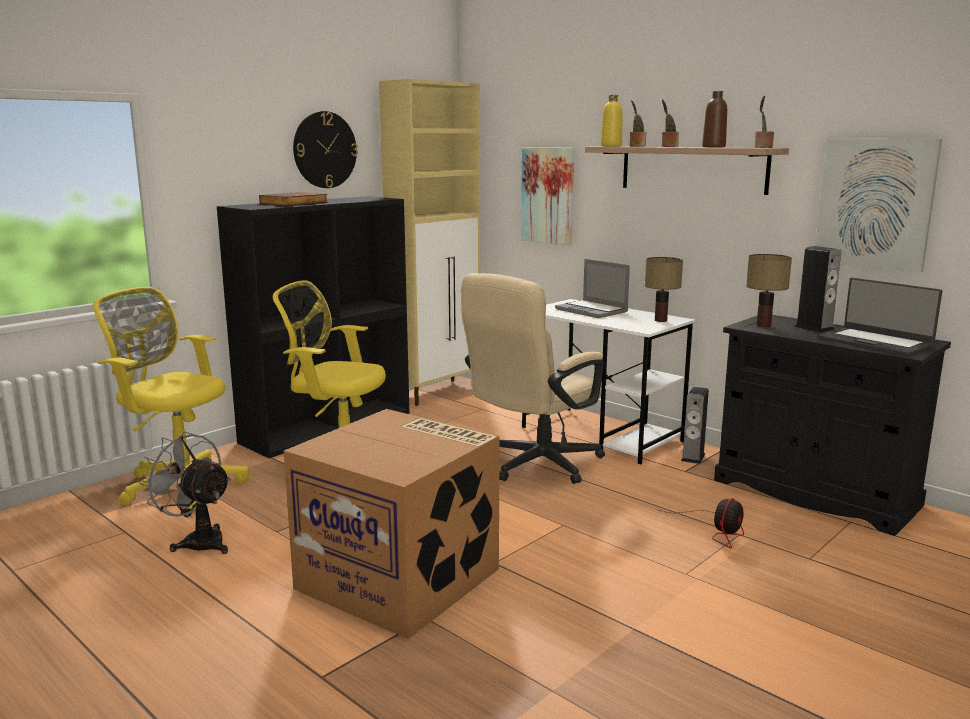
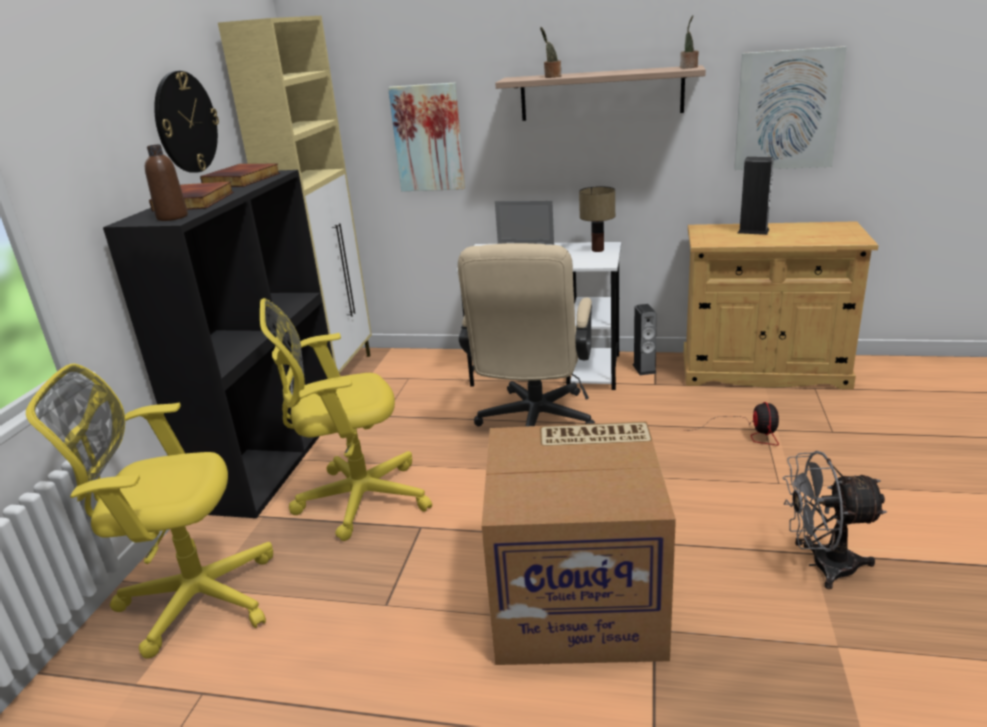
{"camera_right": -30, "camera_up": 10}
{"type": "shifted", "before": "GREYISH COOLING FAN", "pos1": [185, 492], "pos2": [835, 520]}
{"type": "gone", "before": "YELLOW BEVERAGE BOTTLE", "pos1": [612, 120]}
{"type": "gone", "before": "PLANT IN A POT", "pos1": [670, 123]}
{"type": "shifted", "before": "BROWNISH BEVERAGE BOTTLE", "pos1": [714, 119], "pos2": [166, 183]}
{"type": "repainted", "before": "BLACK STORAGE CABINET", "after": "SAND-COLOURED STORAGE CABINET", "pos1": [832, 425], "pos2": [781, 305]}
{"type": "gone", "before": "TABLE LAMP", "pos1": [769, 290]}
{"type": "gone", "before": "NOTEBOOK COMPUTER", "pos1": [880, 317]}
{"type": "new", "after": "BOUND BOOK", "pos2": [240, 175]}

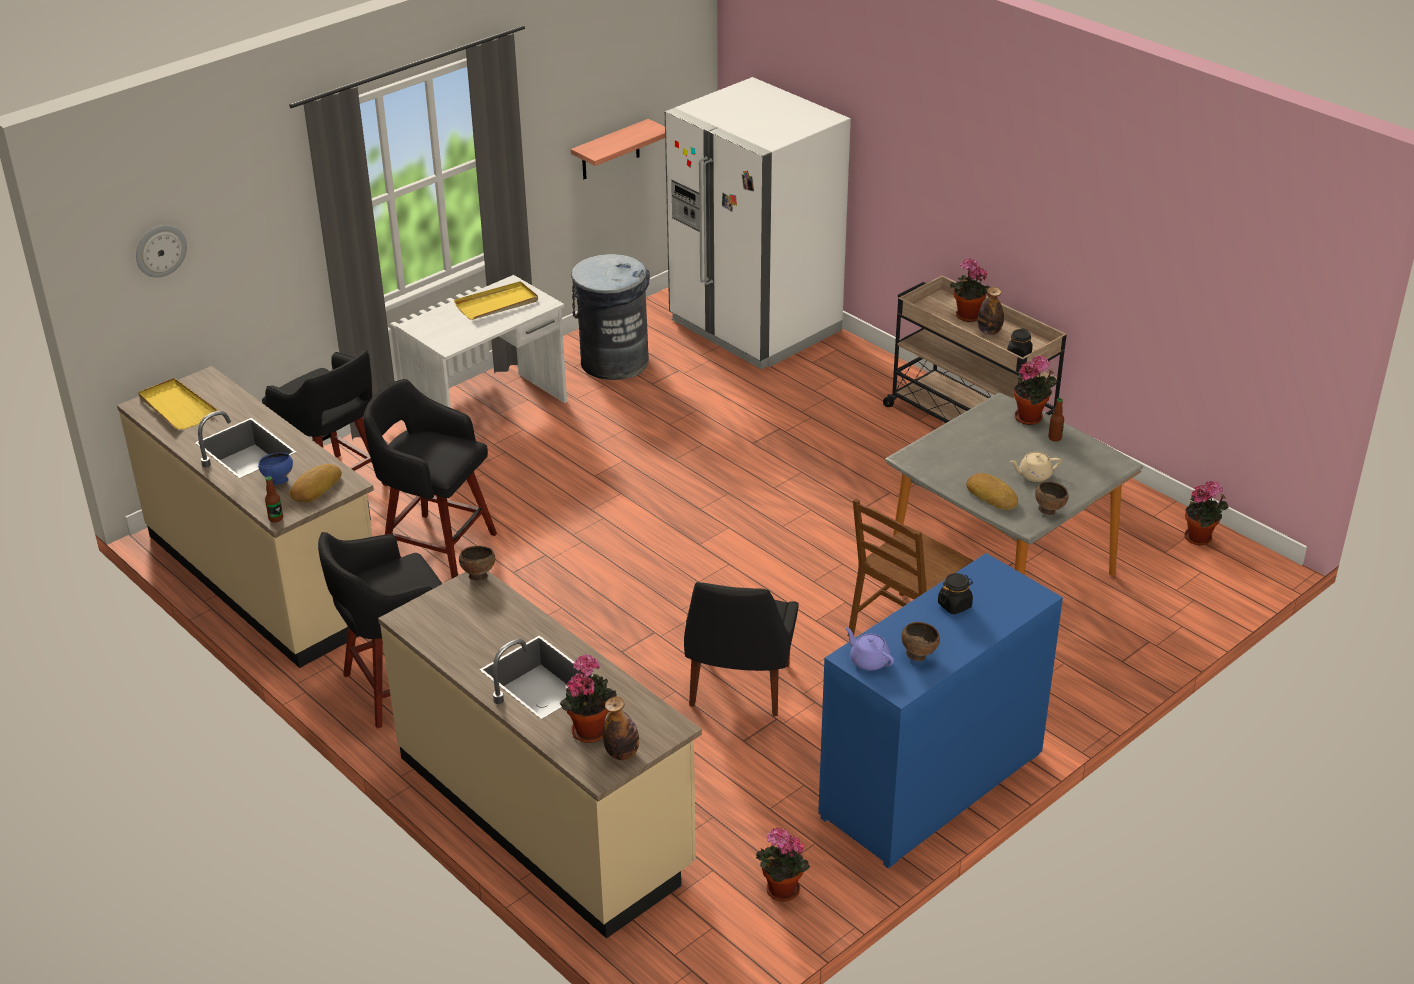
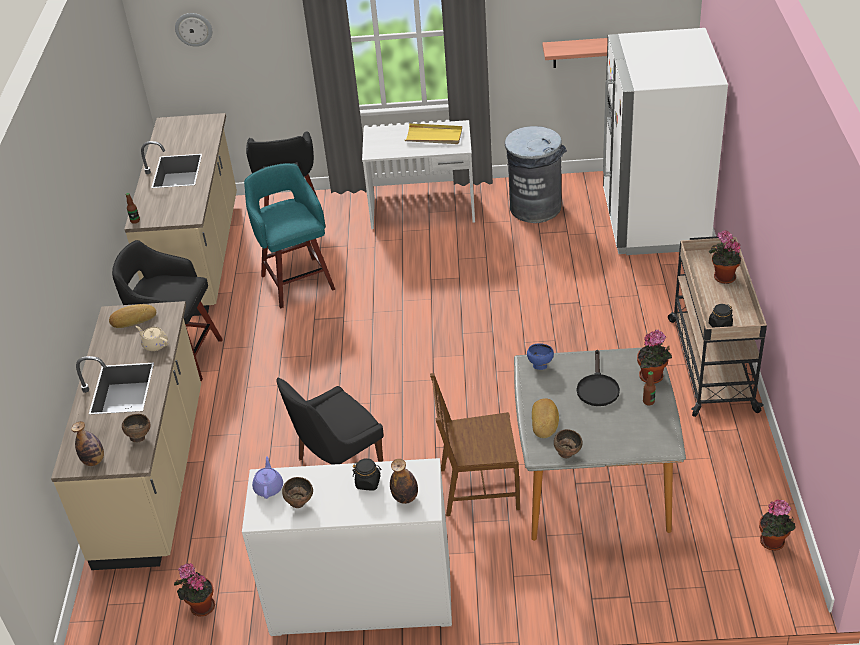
{"camera_right": 45, "camera_up": 5}
{"type": "gone", "before": "YELLOW TRAY", "pos1": [177, 403]}
{"type": "shifted", "before": "BLUE-COLOURED DEEP DISH", "pos1": [275, 468], "pos2": [540, 356]}
{"type": "shifted", "before": "BREAD", "pos1": [316, 483], "pos2": [132, 316]}
{"type": "repainted", "before": "BLACK SITTING STOOL", "after": "TURQUOISE-COLOURED SITTING STOOL", "pos1": [430, 479], "pos2": [289, 235]}
{"type": "shifted", "before": "BROWNISH DEEP DISH", "pos1": [477, 563], "pos2": [136, 428]}
{"type": "gone", "before": "PLANT IN A POT", "pos1": [588, 698]}
{"type": "repainted", "before": "BLUE-COLOURED CHEST OF DRAWERS", "after": "WHITE CHEST OF DRAWERS", "pos1": [941, 711], "pos2": [347, 547]}
{"type": "shifted", "before": "BEVERAGE BOTTLE", "pos1": [991, 311], "pos2": [404, 481]}
{"type": "shifted", "before": "SAND-COLOURED TEA POT", "pos1": [1035, 467], "pos2": [151, 338]}
{"type": "new", "after": "BLACK FRYING PAN", "pos2": [598, 378]}

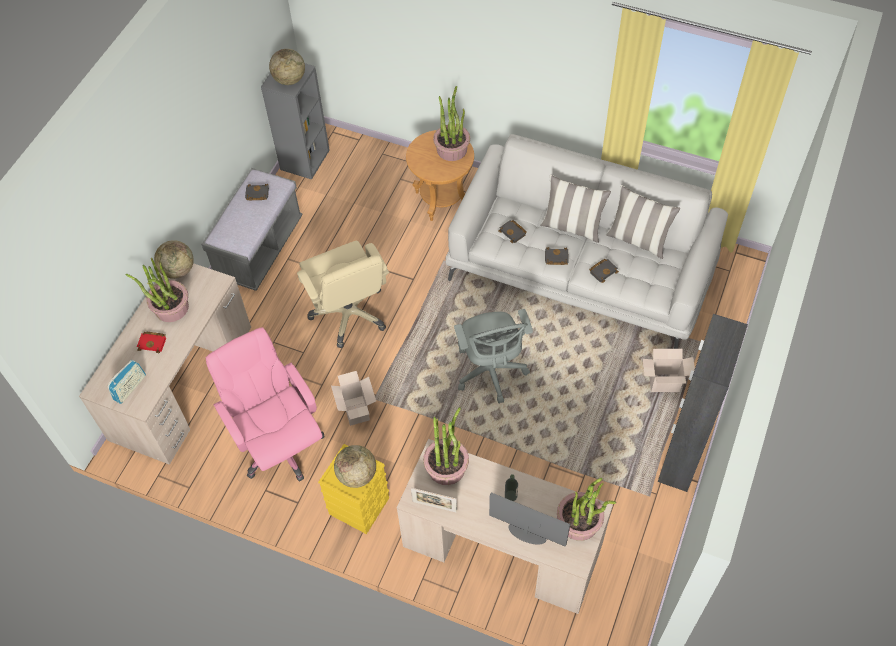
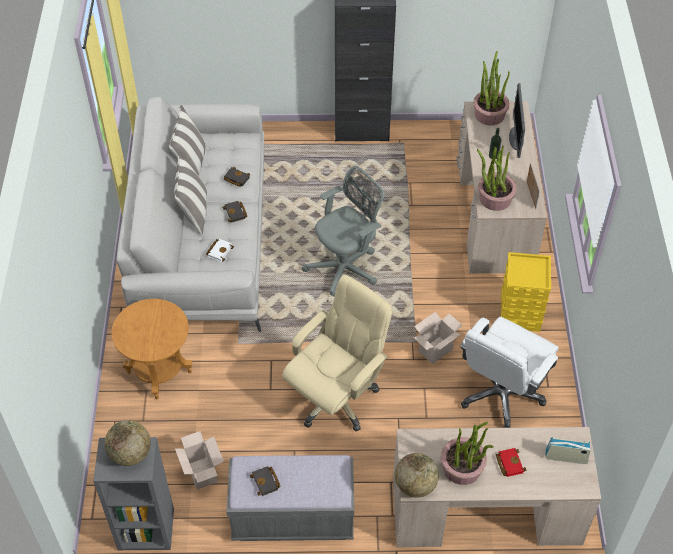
{"camera_right": -115, "camera_up": -5}
{"type": "repainted", "before": "PINKISH DESK CHAIR", "after": "WHITE DESK CHAIR", "pos1": [265, 404], "pos2": [509, 372]}
{"type": "gone", "before": "GLOBE", "pos1": [355, 466]}
{"type": "gone", "before": "PLANT IN A POT", "pos1": [451, 123]}
{"type": "repainted", "before": "BLACK BOUND BOOK", "after": "WHITE BOUND BOOK", "pos1": [512, 231], "pos2": [220, 250]}
{"type": "shifted", "before": "CARDBOARD BOX", "pos1": [669, 370], "pos2": [199, 460]}

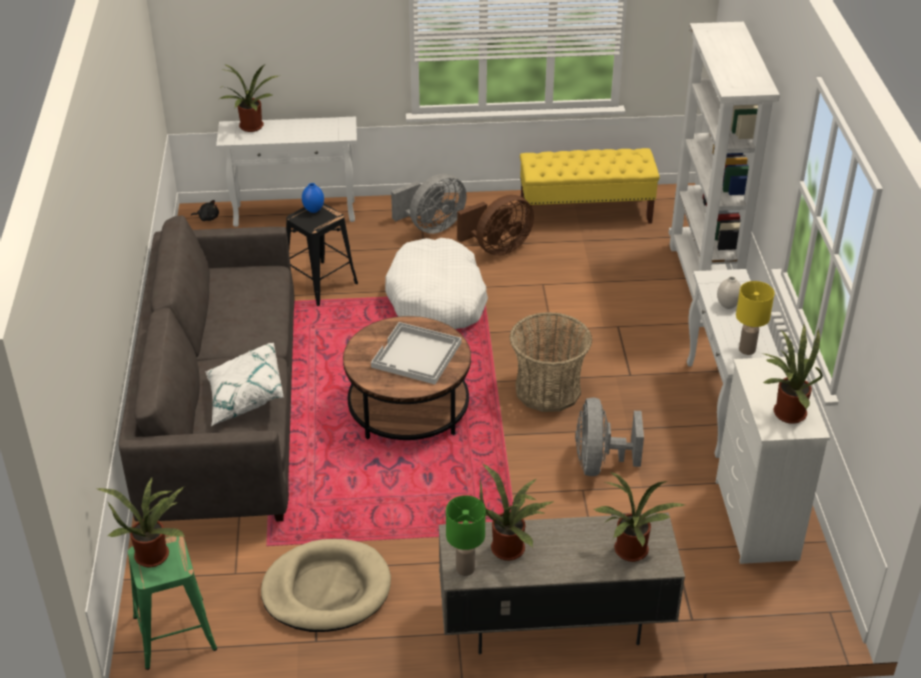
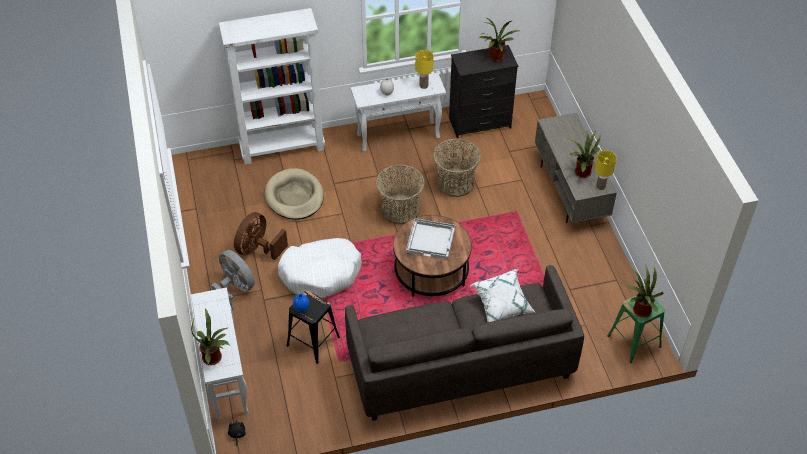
{"camera_right": -100, "camera_up": 10}
{"type": "shifted", "before": "SAND-COLOURED PET BED", "pos1": [326, 585], "pos2": [294, 194]}
{"type": "repainted", "before": "GREEN TABLE LAMP", "after": "YELLOW TABLE LAMP", "pos1": [466, 535], "pos2": [605, 170]}
{"type": "rotated", "before": "BROWNISH COOLING FAN", "pos1": [495, 225], "pos2": [261, 236], "turn": -105}
{"type": "gone", "before": "YELLOW INDOOR BENCH", "pos1": [590, 186]}
{"type": "swapped", "before": "GREYISH COOLING FAN", "after": "HOUSEHOLD BASKET", "pos1": [609, 437], "pos2": [457, 168]}
{"type": "gone", "before": "PLANT IN A POT", "pos1": [639, 517]}
{"type": "repainted", "before": "WHITE CHEST OF DRAWERS", "after": "BLACK CHEST OF DRAWERS", "pos1": [773, 460], "pos2": [483, 91]}

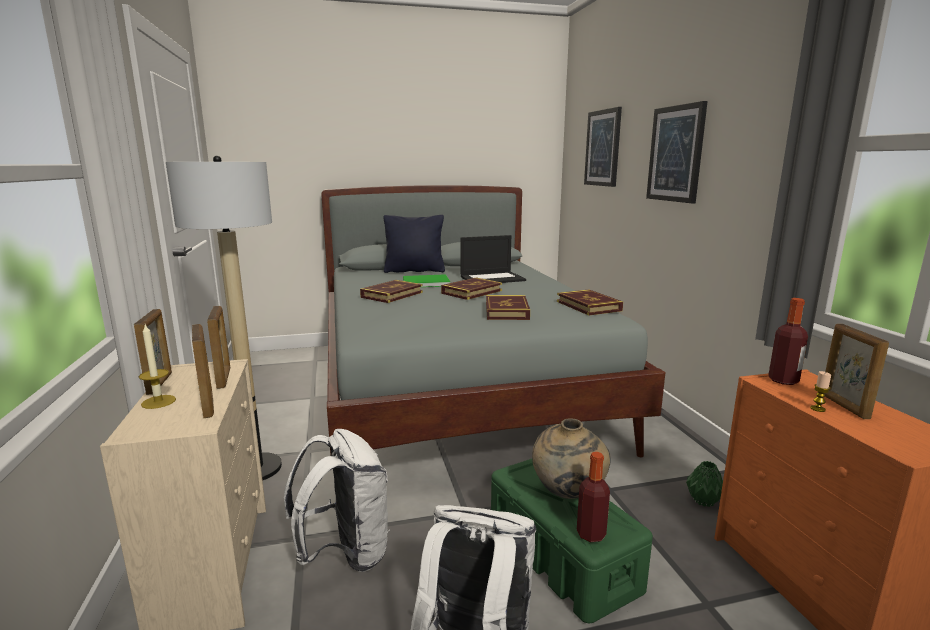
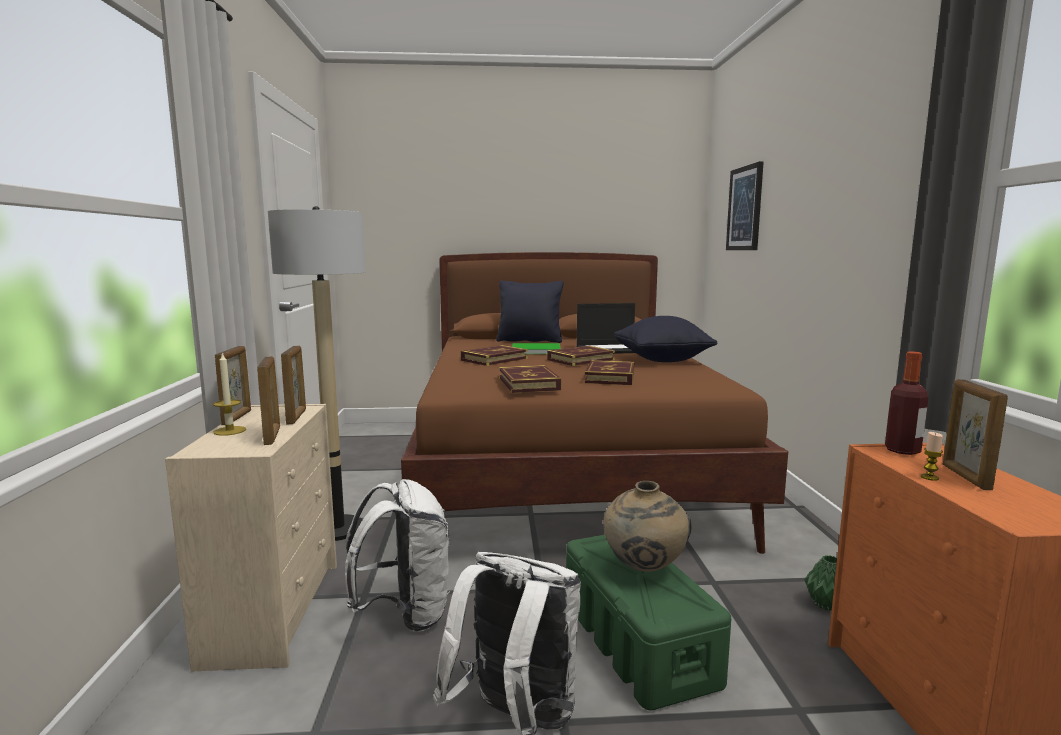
{"camera_right": 10, "camera_up": -5}
{"type": "repainted", "before": "GREYISH SLEEPING BED", "after": "BROWNISH SLEEPING BED", "pos1": [493, 321], "pos2": [594, 403]}
{"type": "shifted", "before": "BOUND BOOK", "pos1": [590, 302], "pos2": [530, 379]}
{"type": "gone", "before": "BEVERAGE BOTTLE", "pos1": [593, 497]}
{"type": "gone", "before": "PICTURE", "pos1": [677, 152]}
{"type": "new", "after": "BLACK THROW PILLOW", "pos2": [665, 339]}

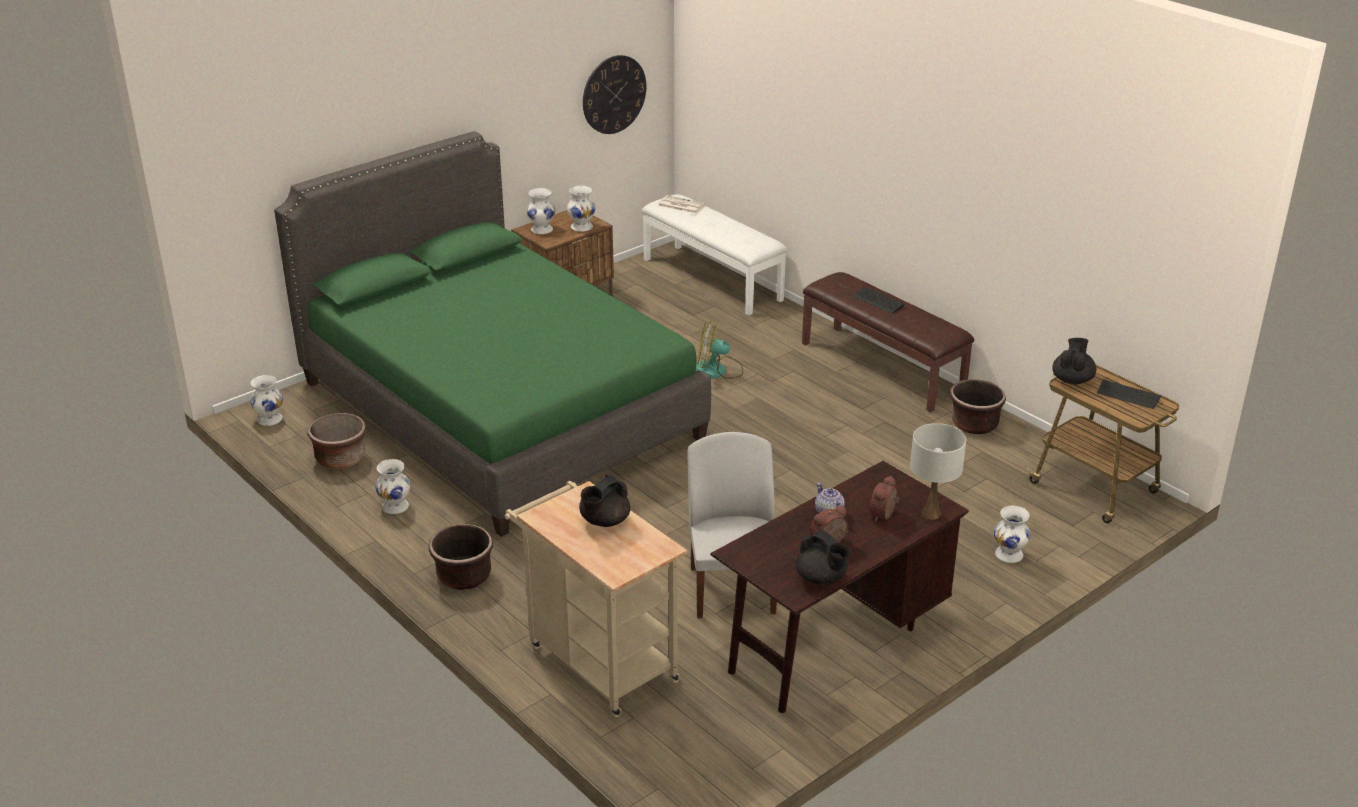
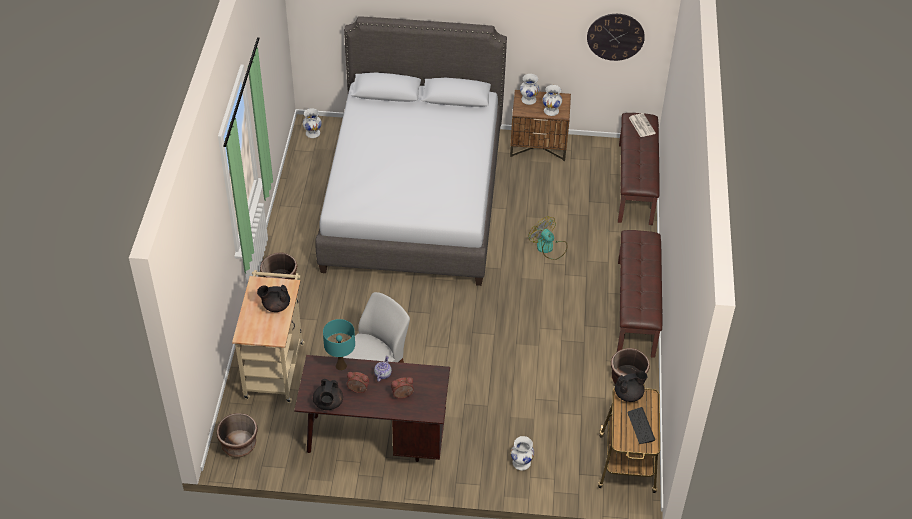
{"camera_right": 45, "camera_up": 15}
{"type": "repainted", "before": "GREEN SLEEPING BED", "after": "GREYISH SLEEPING BED", "pos1": [492, 334], "pos2": [411, 151]}
{"type": "shifted", "before": "BROWNISH PLANT POT", "pos1": [337, 441], "pos2": [237, 435]}
{"type": "gone", "before": "WHITE DECORATIVE VASE", "pos1": [392, 486]}
{"type": "repainted", "before": "WHITE INDOOR BENCH", "after": "BROWNISH INDOOR BENCH", "pos1": [715, 255], "pos2": [639, 169]}
{"type": "gone", "before": "PC KEYBOARD", "pos1": [878, 300]}
{"type": "gone", "before": "WHITE TABLE LAMP", "pos1": [938, 471]}
{"type": "new", "after": "TURQUOISE-COLOURED TABLE LAMP", "pos2": [339, 345]}

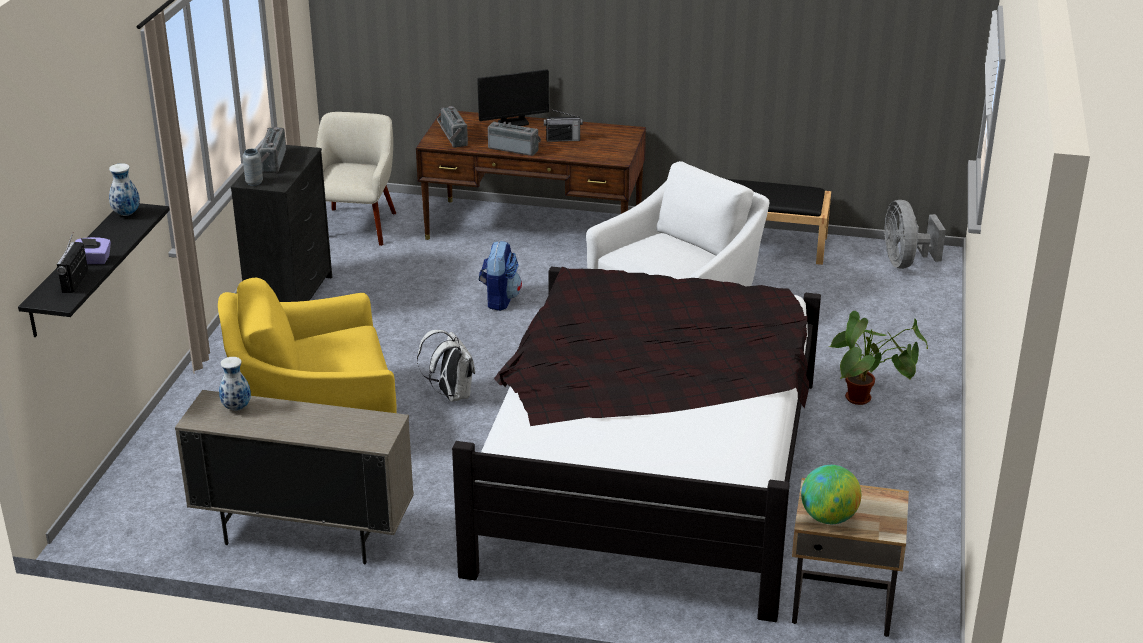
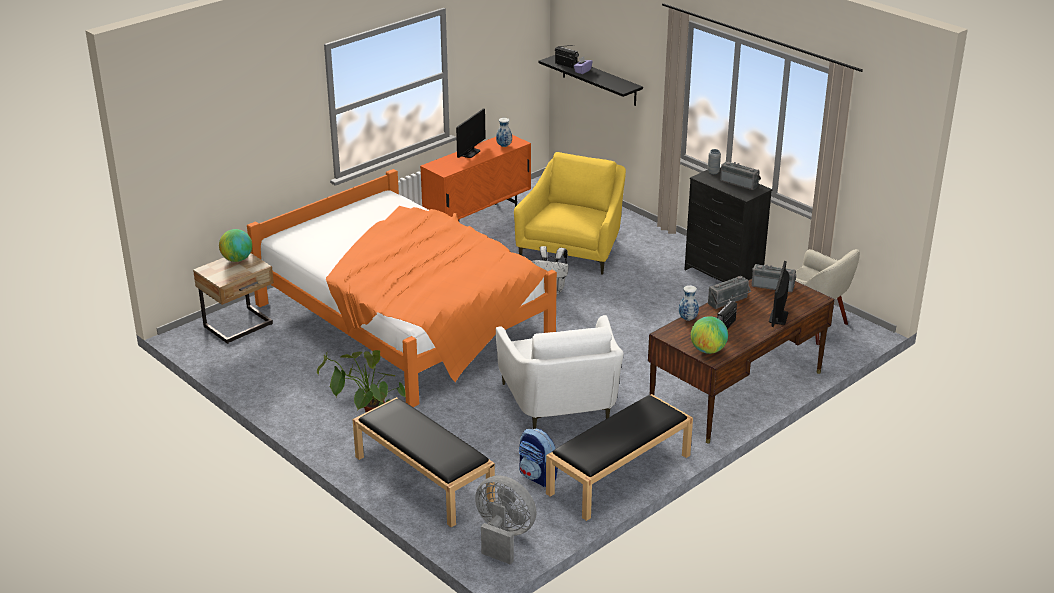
{"camera_right": 125, "camera_up": 0}
{"type": "shifted", "before": "DECORATIVE VASE", "pos1": [124, 189], "pos2": [689, 303]}
{"type": "repainted", "before": "SAND-COLOURED STORAGE CABINET", "after": "ORANGEY STORAGE CABINET", "pos1": [294, 477], "pos2": [475, 178]}
{"type": "repainted", "before": "BLACK SLEEPING BED", "after": "ORANGEY SLEEPING BED", "pos1": [636, 444], "pos2": [402, 288]}
{"type": "shifted", "before": "BACKPACK", "pos1": [500, 276], "pos2": [538, 457]}
{"type": "new", "after": "BLACK INDOOR BENCH", "pos2": [424, 462]}
{"type": "new", "after": "MONITOR", "pos2": [471, 133]}
{"type": "new", "after": "GLOBE", "pos2": [709, 335]}

